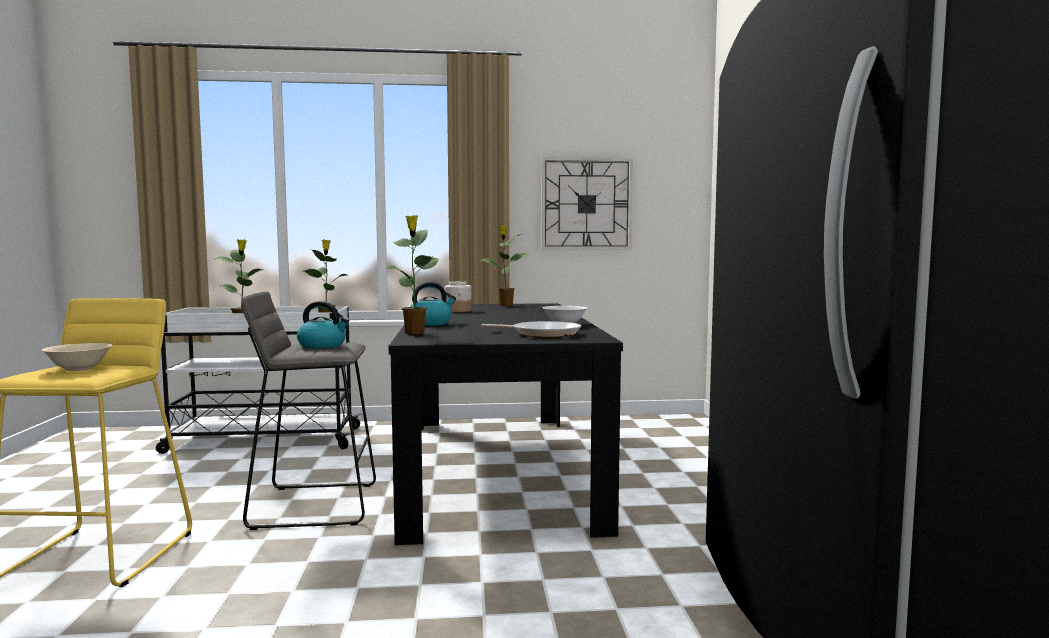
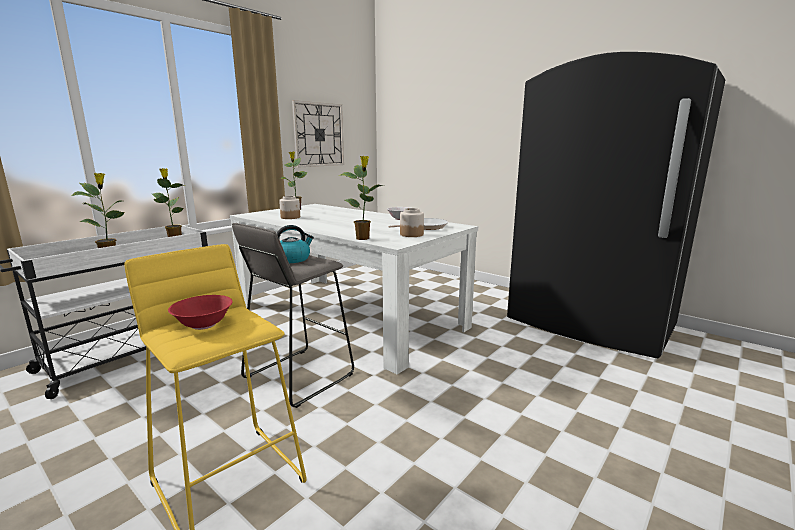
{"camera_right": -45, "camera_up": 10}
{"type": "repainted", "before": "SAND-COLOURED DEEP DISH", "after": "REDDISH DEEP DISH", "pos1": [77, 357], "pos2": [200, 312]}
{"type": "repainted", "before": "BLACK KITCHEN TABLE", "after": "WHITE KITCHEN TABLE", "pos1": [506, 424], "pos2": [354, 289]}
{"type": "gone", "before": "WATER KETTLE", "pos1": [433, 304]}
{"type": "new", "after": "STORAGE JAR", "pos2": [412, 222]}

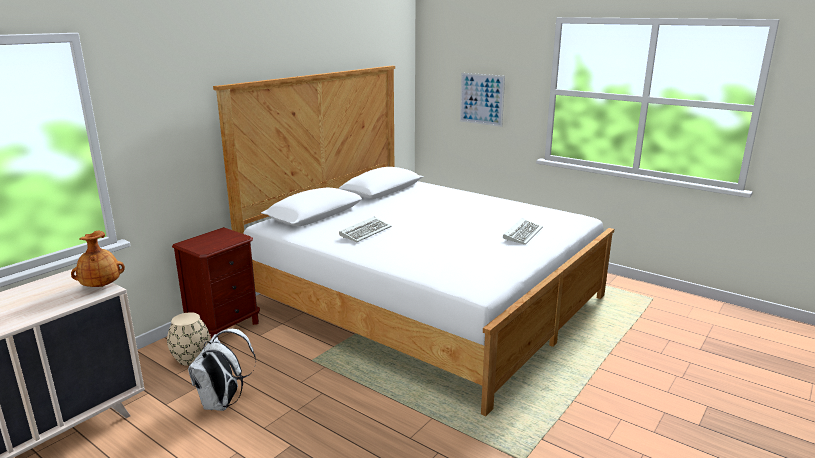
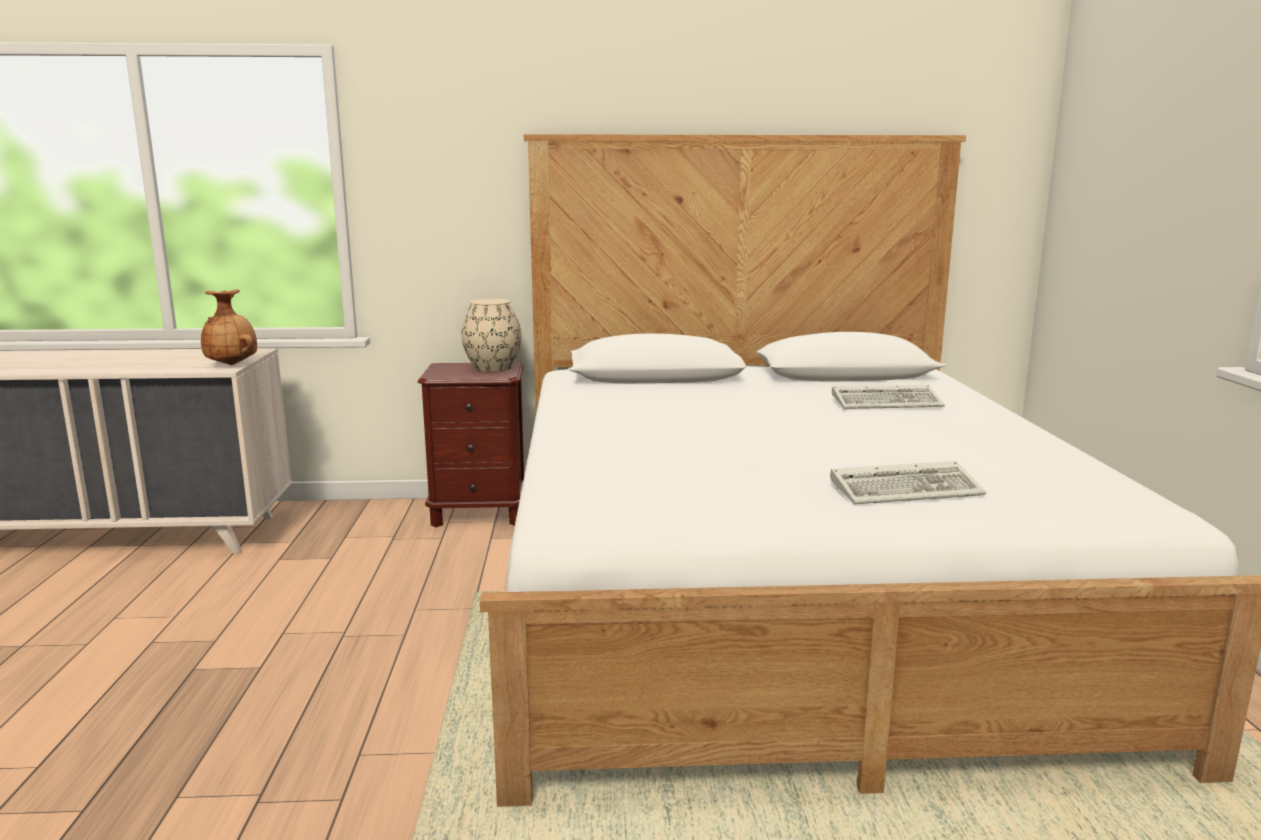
{"camera_right": 50, "camera_up": -5}
{"type": "shifted", "before": "SAND-COLOURED DECORATIVE VASE", "pos1": [188, 339], "pos2": [491, 335]}
{"type": "gone", "before": "WHITE BACKPACK", "pos1": [222, 370]}
{"type": "shifted", "before": "PC KEYBOARD", "pos1": [365, 229], "pos2": [888, 397]}
{"type": "gone", "before": "PICTURE", "pos1": [482, 100]}

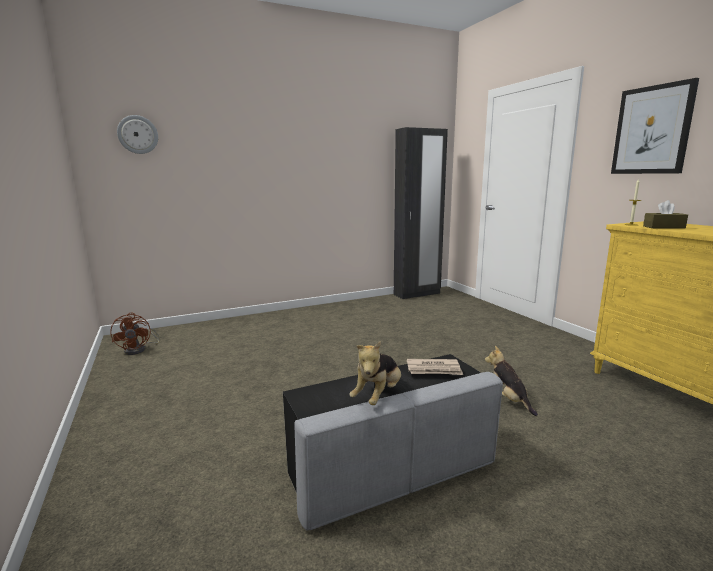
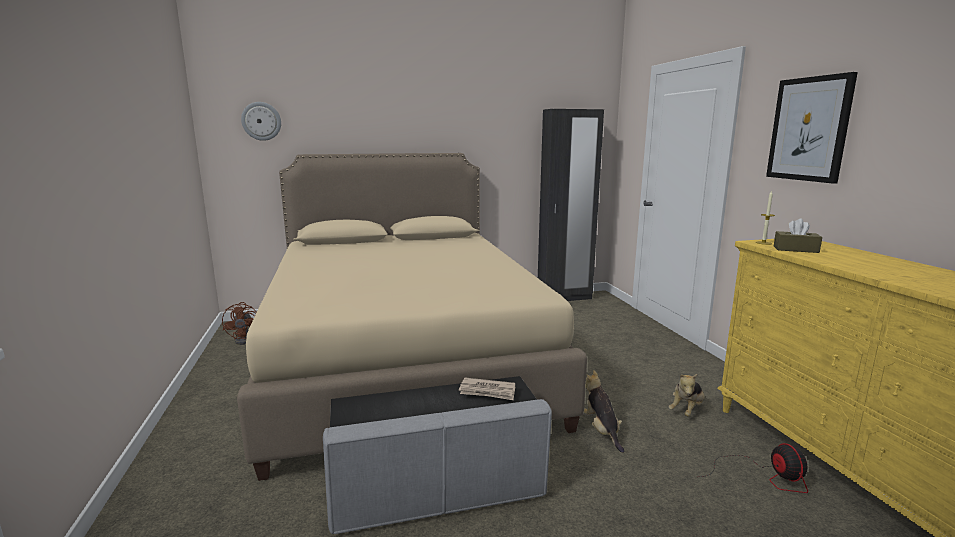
{"camera_right": 10, "camera_up": 0}
{"type": "shifted", "before": "PLUSH TOY", "pos1": [375, 373], "pos2": [686, 395]}
{"type": "new", "after": "SAND-COLOURED SLEEPING BED", "pos2": [412, 317]}
{"type": "new", "after": "COOLING FAN", "pos2": [754, 468]}

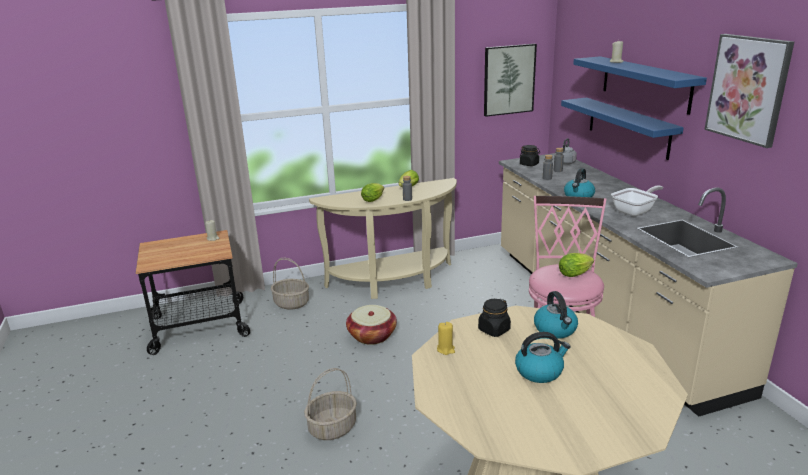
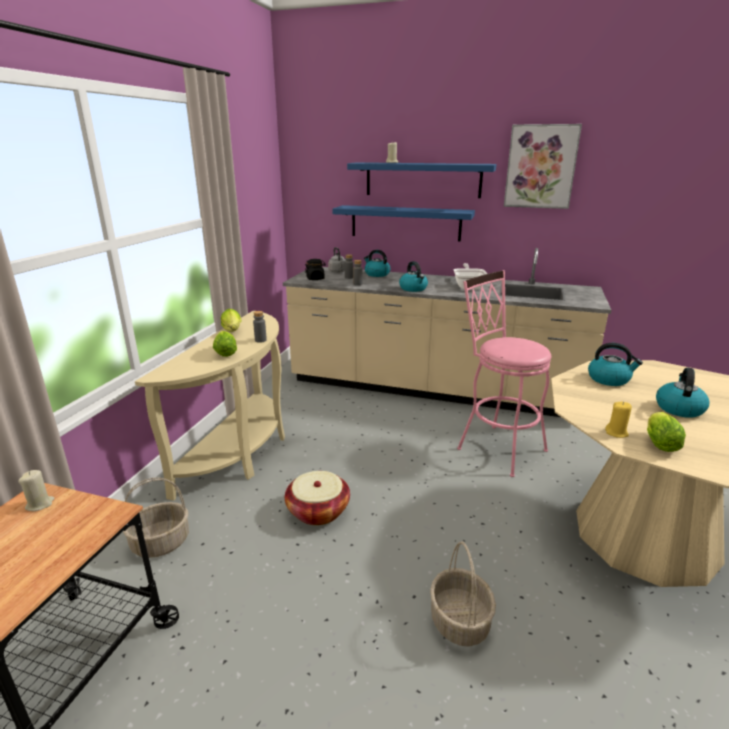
{"camera_right": -55, "camera_up": 0}
{"type": "gone", "before": "BLACK STORAGE JAR", "pos1": [494, 318]}
{"type": "gone", "before": "PICTURE", "pos1": [510, 80]}
{"type": "shifted", "before": "LETTUCE", "pos1": [576, 265], "pos2": [666, 432]}
{"type": "new", "after": "WATER KETTLE", "pos2": [377, 263]}

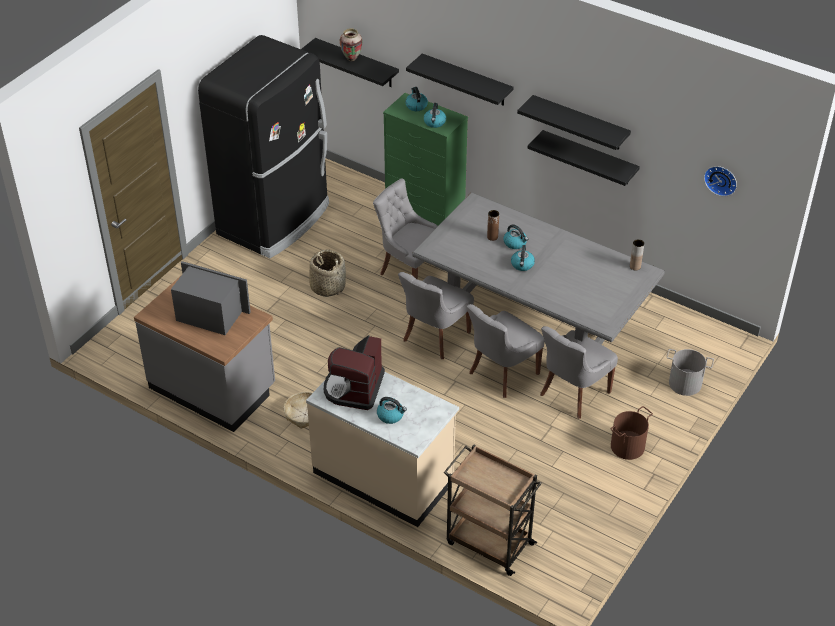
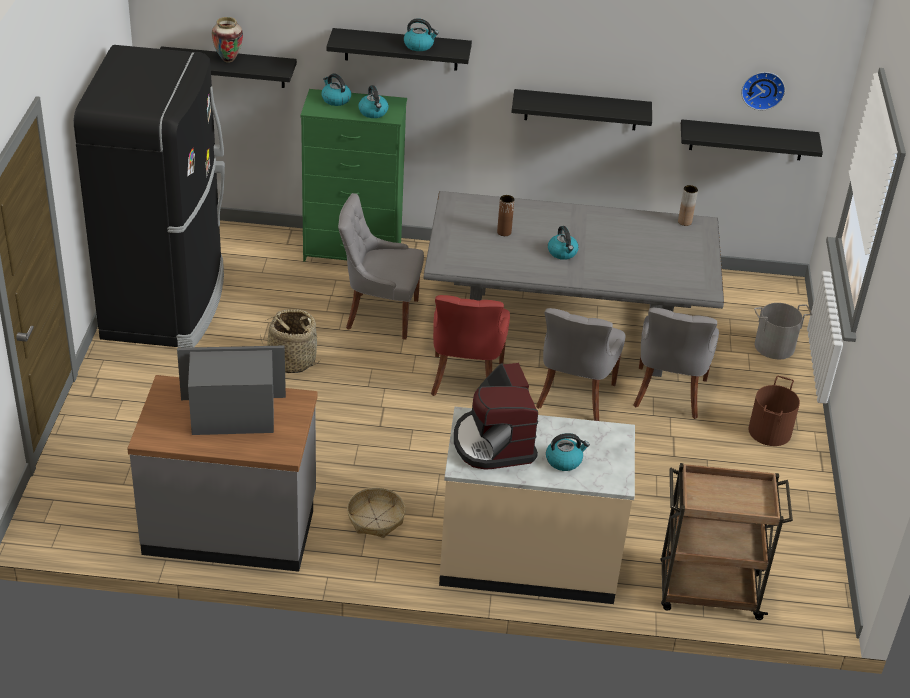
{"camera_right": -30, "camera_up": -5}
{"type": "repainted", "before": "GREYISH UPRIGHT CHAIR", "after": "REDDISH UPRIGHT CHAIR", "pos1": [436, 315], "pos2": [470, 345]}
{"type": "shifted", "before": "WATER KETTLE", "pos1": [515, 236], "pos2": [421, 34]}
{"type": "shifted", "before": "BLACK BRACKET SHELF", "pos1": [574, 122], "pos2": [752, 139]}

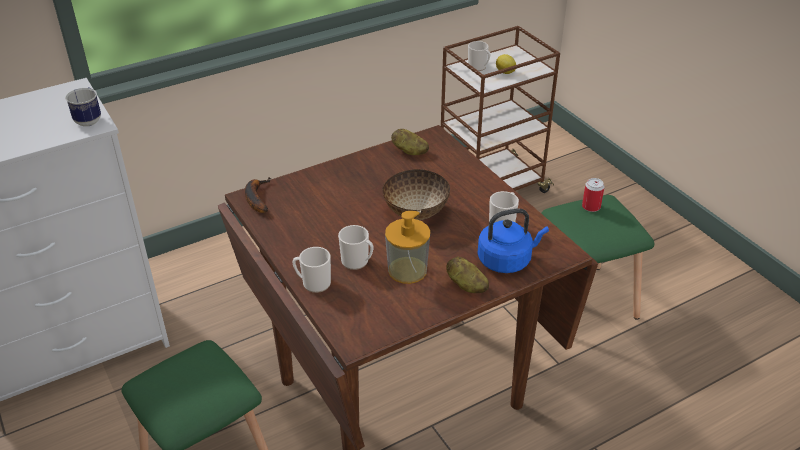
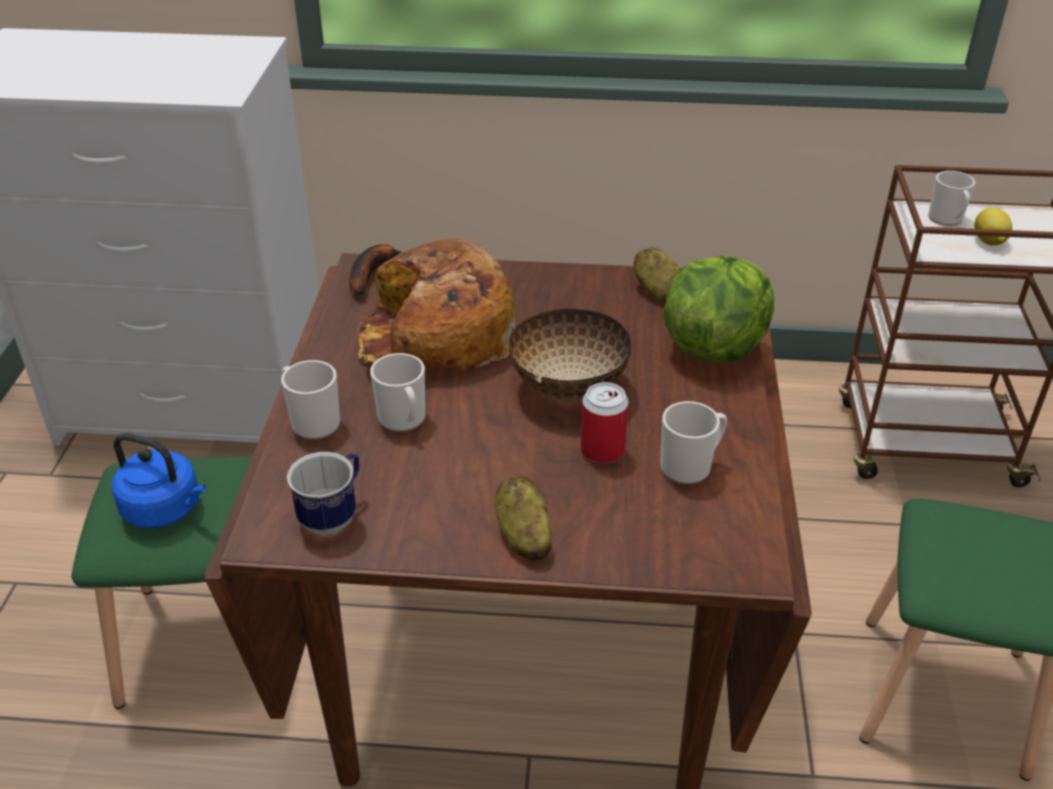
{"camera_right": 35, "camera_up": 0}
{"type": "shifted", "before": "MUG", "pos1": [83, 107], "pos2": [323, 493]}
{"type": "gone", "before": "SOAP DISPENSER", "pos1": [407, 247]}
{"type": "shifted", "before": "BLUE-COLOURED WATER KETTLE", "pos1": [513, 240], "pos2": [158, 481]}
{"type": "shifted", "before": "METAL CAN", "pos1": [593, 195], "pos2": [604, 423]}
{"type": "new", "after": "BREAD", "pos2": [437, 304]}
{"type": "new", "after": "LETTUCE", "pos2": [718, 309]}

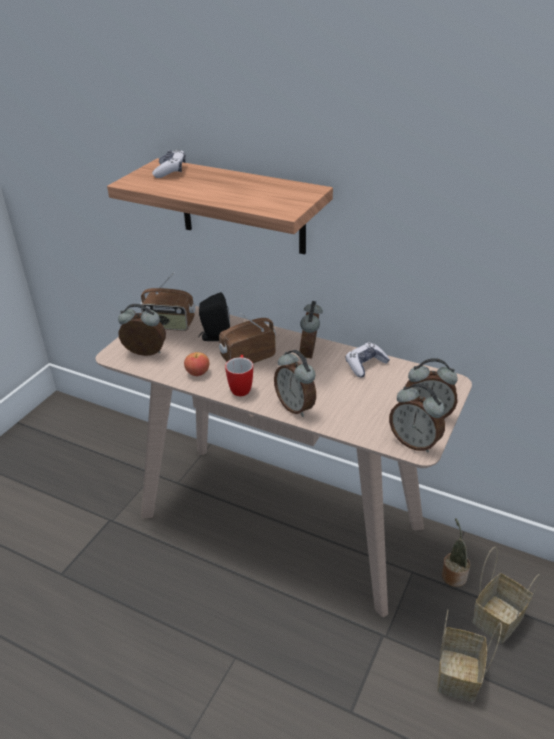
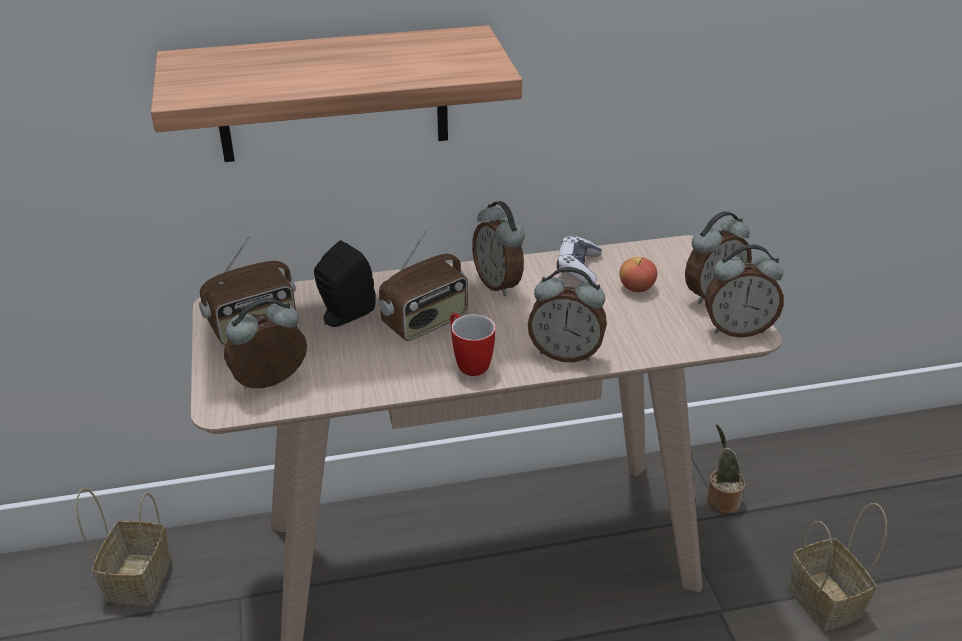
{"camera_right": -40, "camera_up": 0}
{"type": "gone", "before": "GAME CONTROLLER", "pos1": [169, 163]}
{"type": "shifted", "before": "APPLE FRUIT", "pos1": [196, 364], "pos2": [638, 274]}
{"type": "rotated", "before": "RADIO", "pos1": [247, 338], "pos2": [423, 285], "turn": -150}
{"type": "shifted", "before": "HOUSEHOLD BASKET", "pos1": [506, 595], "pos2": [123, 546]}

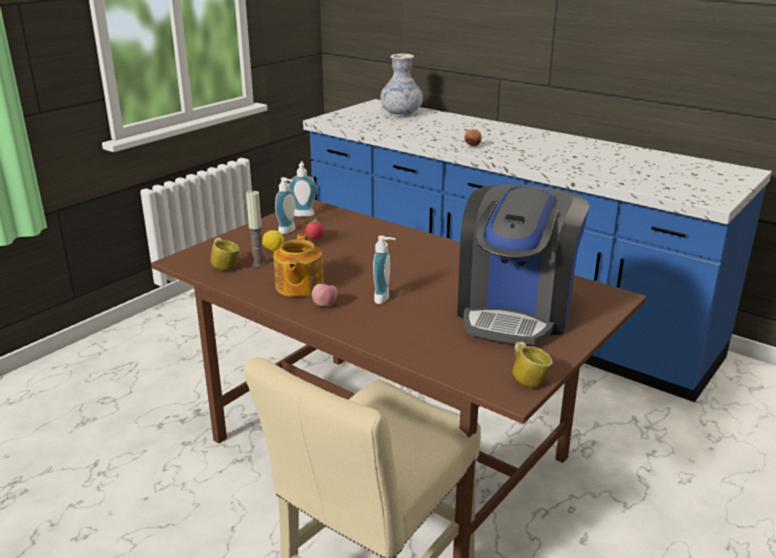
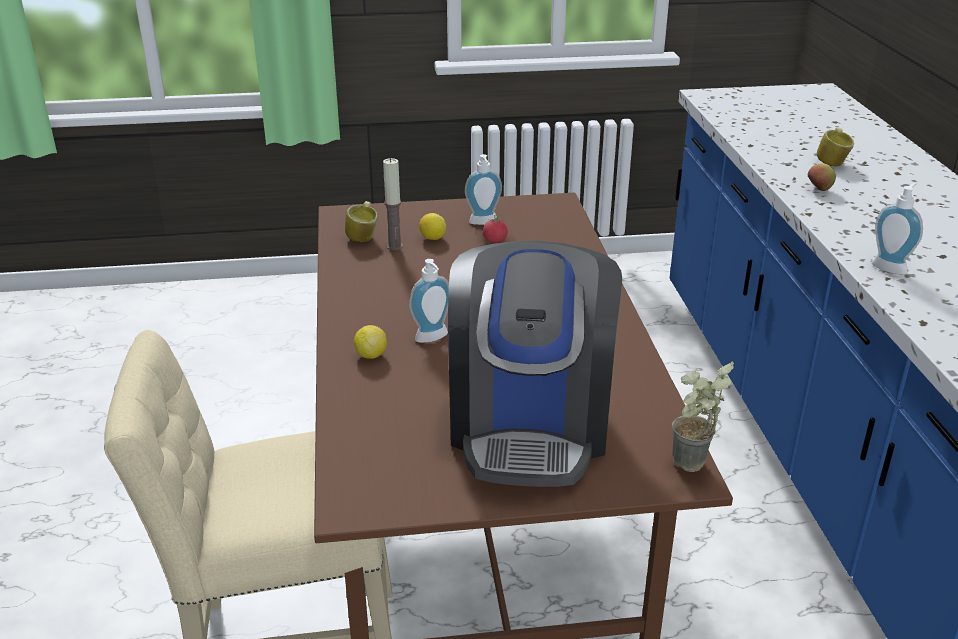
{"camera_right": 45, "camera_up": 5}
{"type": "gone", "before": "TEA POT", "pos1": [298, 265]}
{"type": "shifted", "before": "SOAP DISPENSER", "pos1": [303, 189], "pos2": [897, 228]}
{"type": "gone", "before": "APPLE FRUIT", "pos1": [324, 295]}
{"type": "gone", "before": "DECORATIVE VASE", "pos1": [401, 85]}
{"type": "rotated", "before": "COFFEE BREWER", "pos1": [523, 265], "pos2": [535, 364], "turn": -60}
{"type": "shifted", "before": "MUG", "pos1": [532, 365], "pos2": [835, 147]}
{"type": "new", "after": "CITRUS FRUIT", "pos2": [370, 342]}
{"type": "new", "after": "PLANT IN A POT", "pos2": [703, 417]}

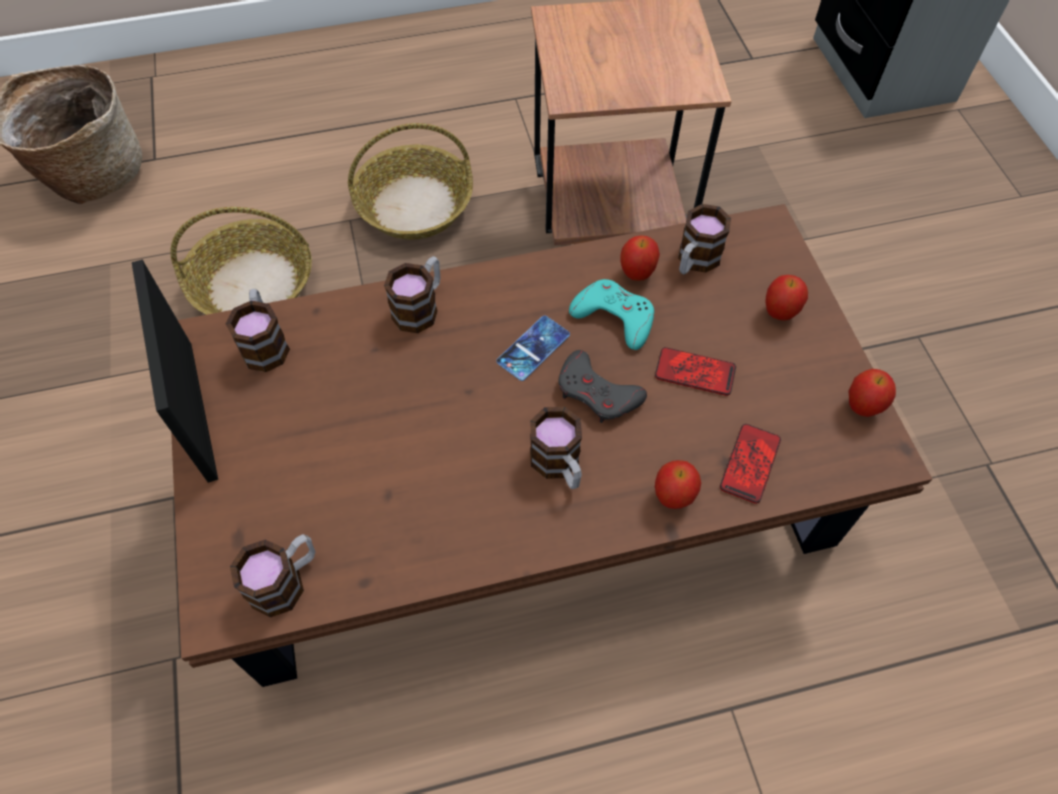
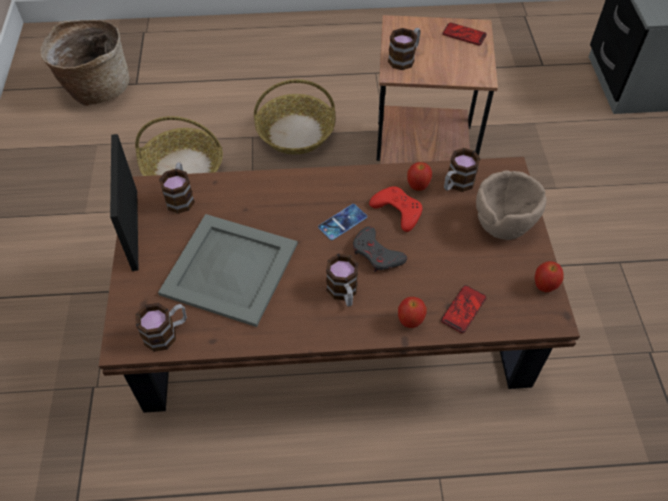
{"camera_right": 10, "camera_up": -5}
{"type": "shifted", "before": "MUG", "pos1": [412, 294], "pos2": [404, 49]}
{"type": "repainted", "before": "TURQUOISE-COLOURED GAME CONTROLLER", "after": "REDDISH GAME CONTROLLER", "pos1": [611, 314], "pos2": [395, 209]}
{"type": "shifted", "before": "TELEPHONE", "pos1": [695, 371], "pos2": [465, 34]}
{"type": "swapped", "before": "APPLE FRUIT", "after": "BROWNISH DEEP DISH", "pos1": [786, 298], "pos2": [511, 205]}
{"type": "new", "after": "GREYISH TRAY", "pos2": [228, 270]}

